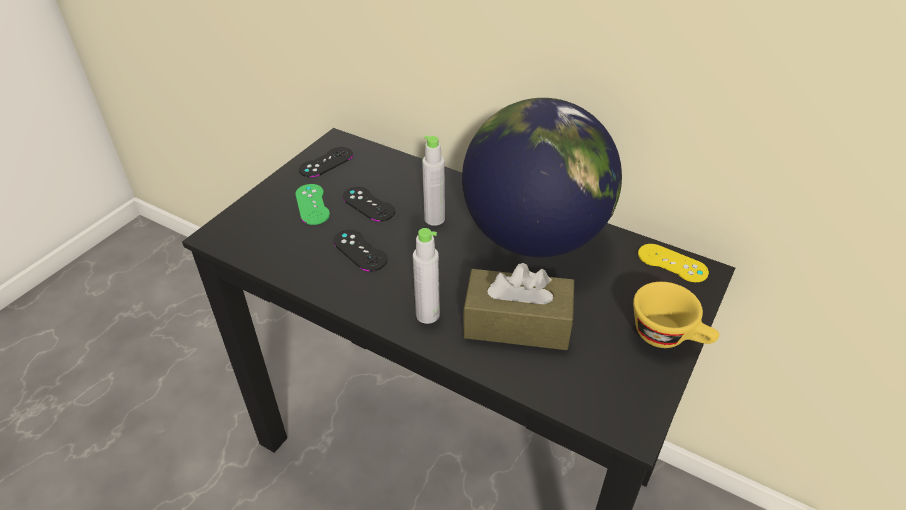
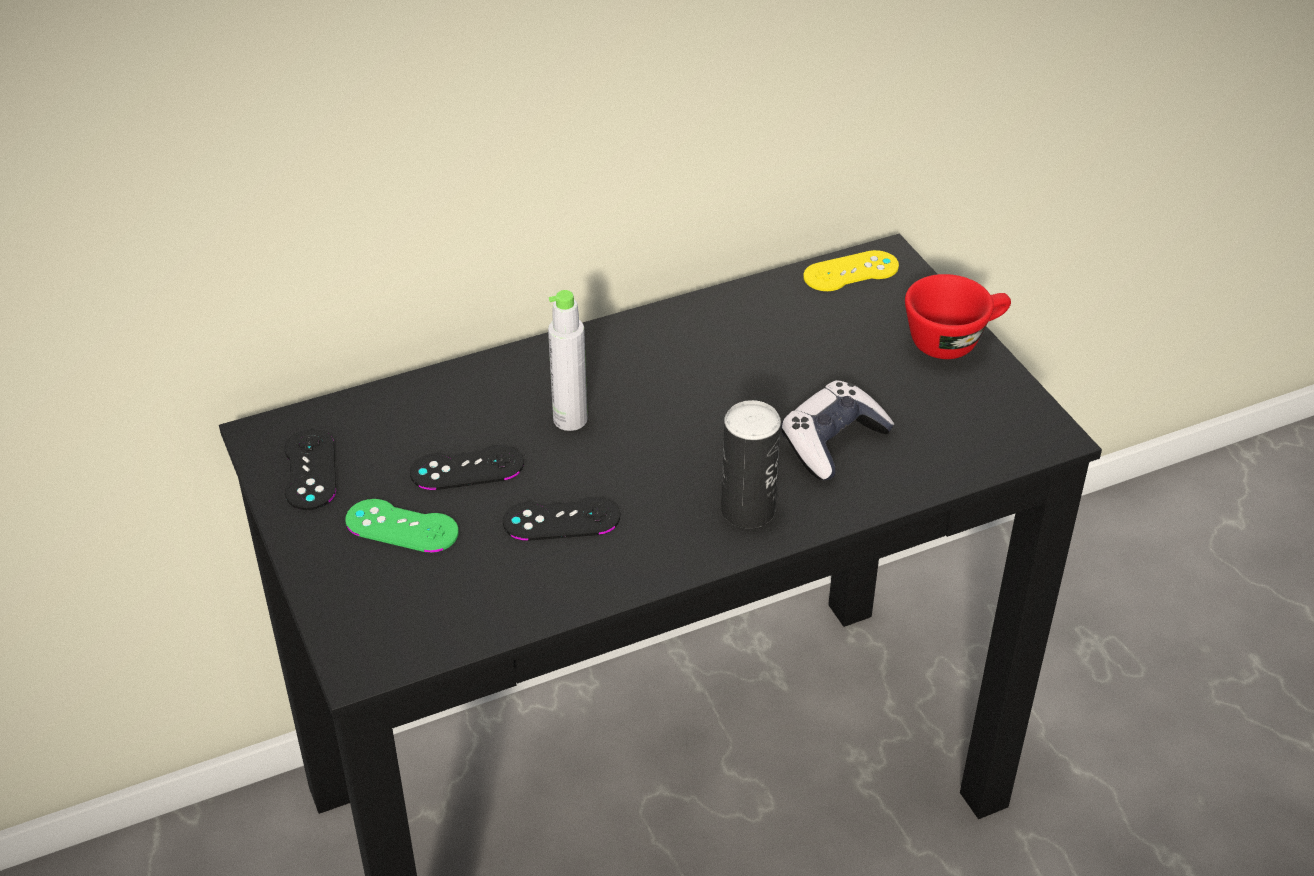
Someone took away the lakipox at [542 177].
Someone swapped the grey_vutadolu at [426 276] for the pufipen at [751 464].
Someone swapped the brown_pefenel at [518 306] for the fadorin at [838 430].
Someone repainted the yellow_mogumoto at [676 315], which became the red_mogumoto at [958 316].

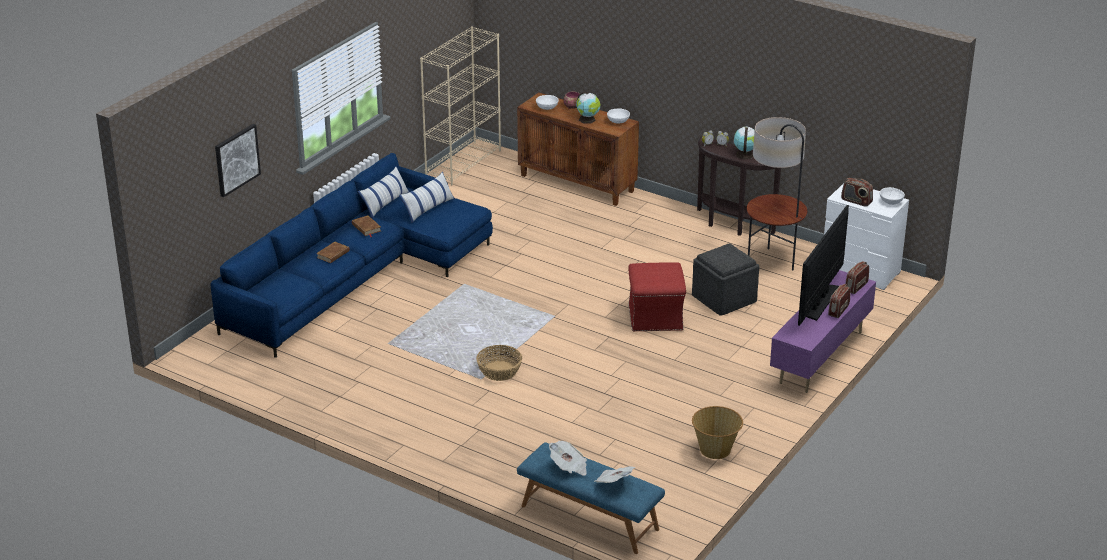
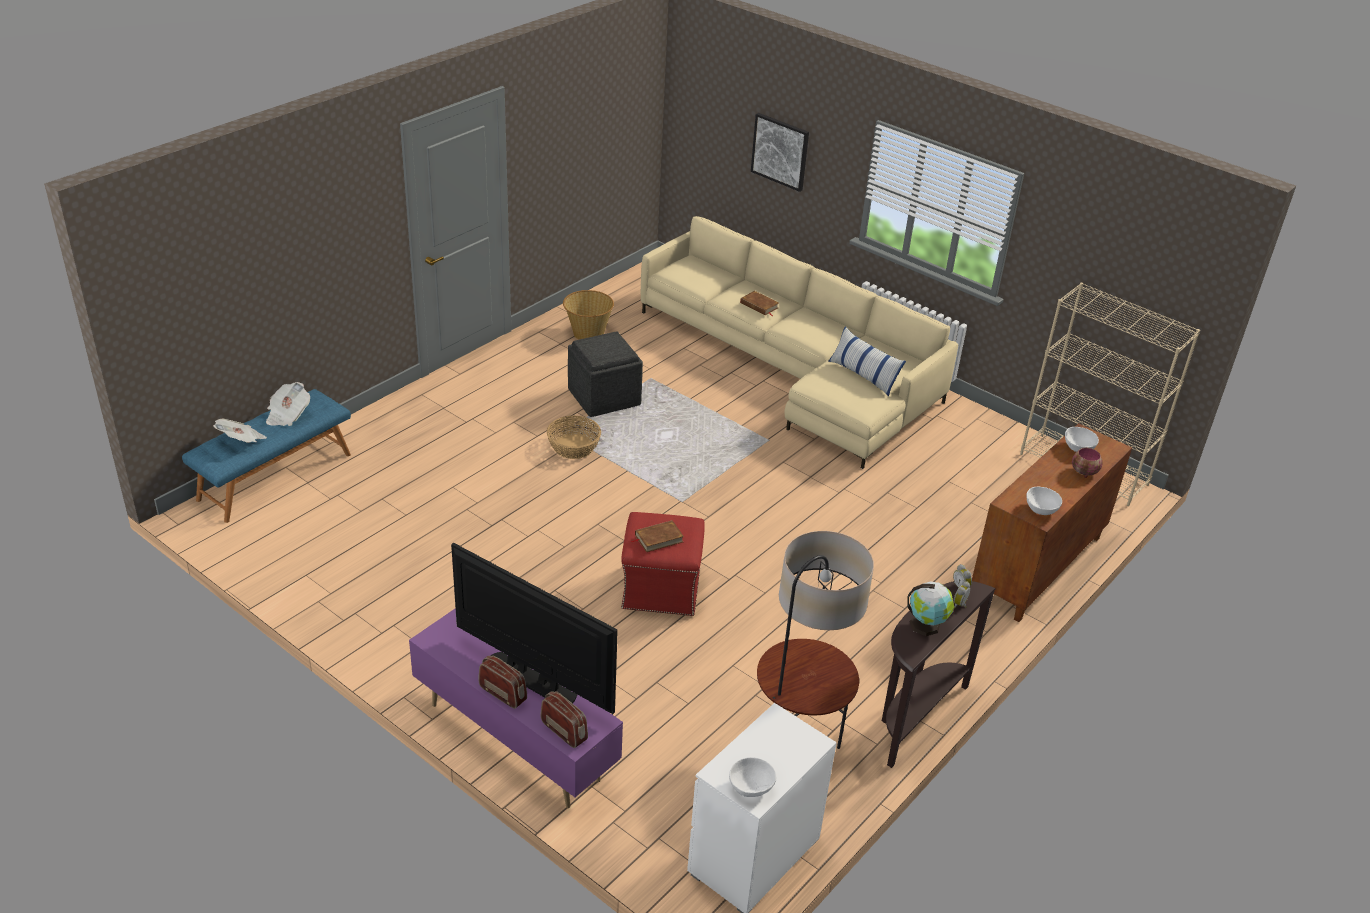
Someone took away the lakipox at [588 107].
Someone repainted the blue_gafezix at [351 255], which became the beige_gafezix at [799 342].
Someone took away the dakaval at [383 192].
Someone took away the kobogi at [857 192].
Someone carried the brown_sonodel from [366 226] to [657 536].
Someone carried the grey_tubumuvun from [725 279] to [605 374].
Someone carried the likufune from [717 432] to [588 315].

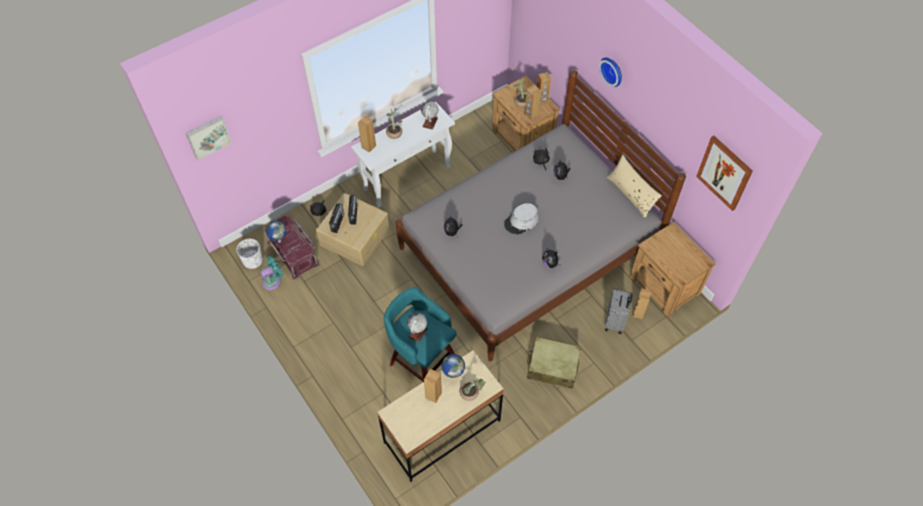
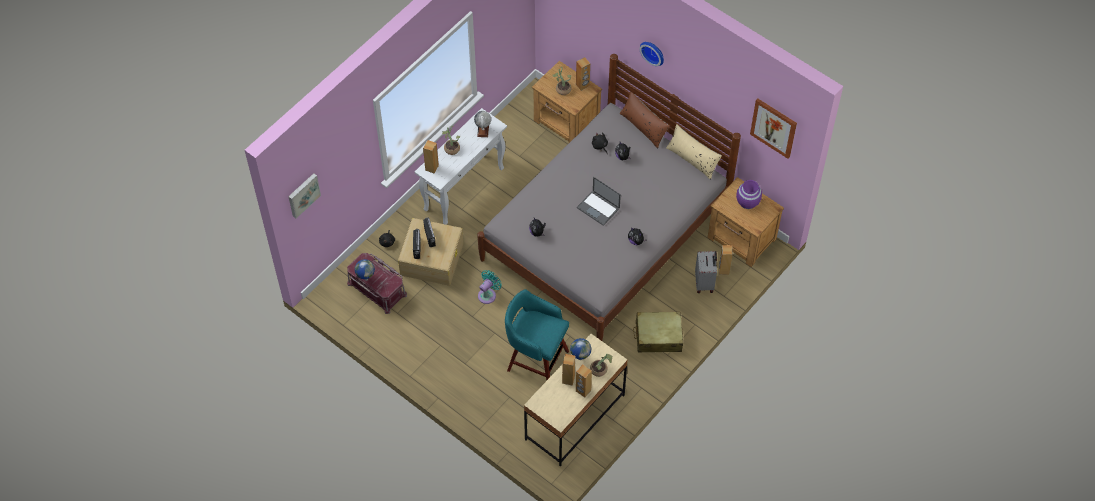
Someone carried the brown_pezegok from [533 102] to [584 381].
Someone swapped the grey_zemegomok at [521 218] for the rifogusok at [599 201].
Someone took away the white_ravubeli at [249 254].
Someone carried the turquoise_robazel from [271 273] to [490 287].
Someone took away the lakipox at [417 327].
Someone put down the brown_dakaval at [645 120].
Someone put down the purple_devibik at [749 194].

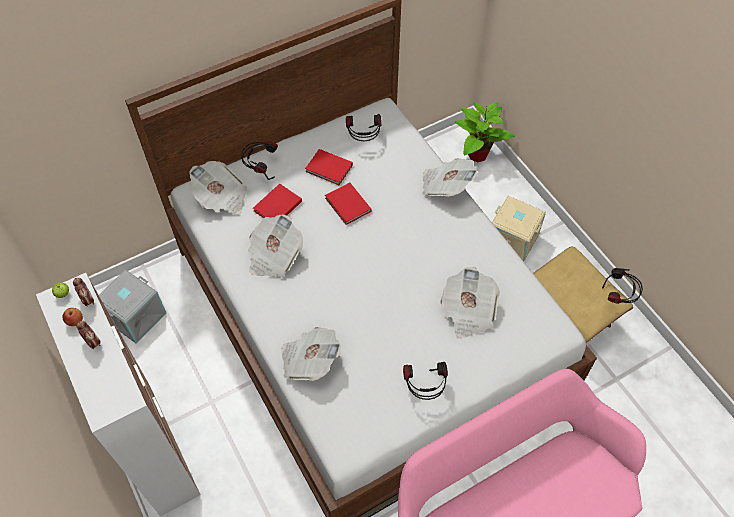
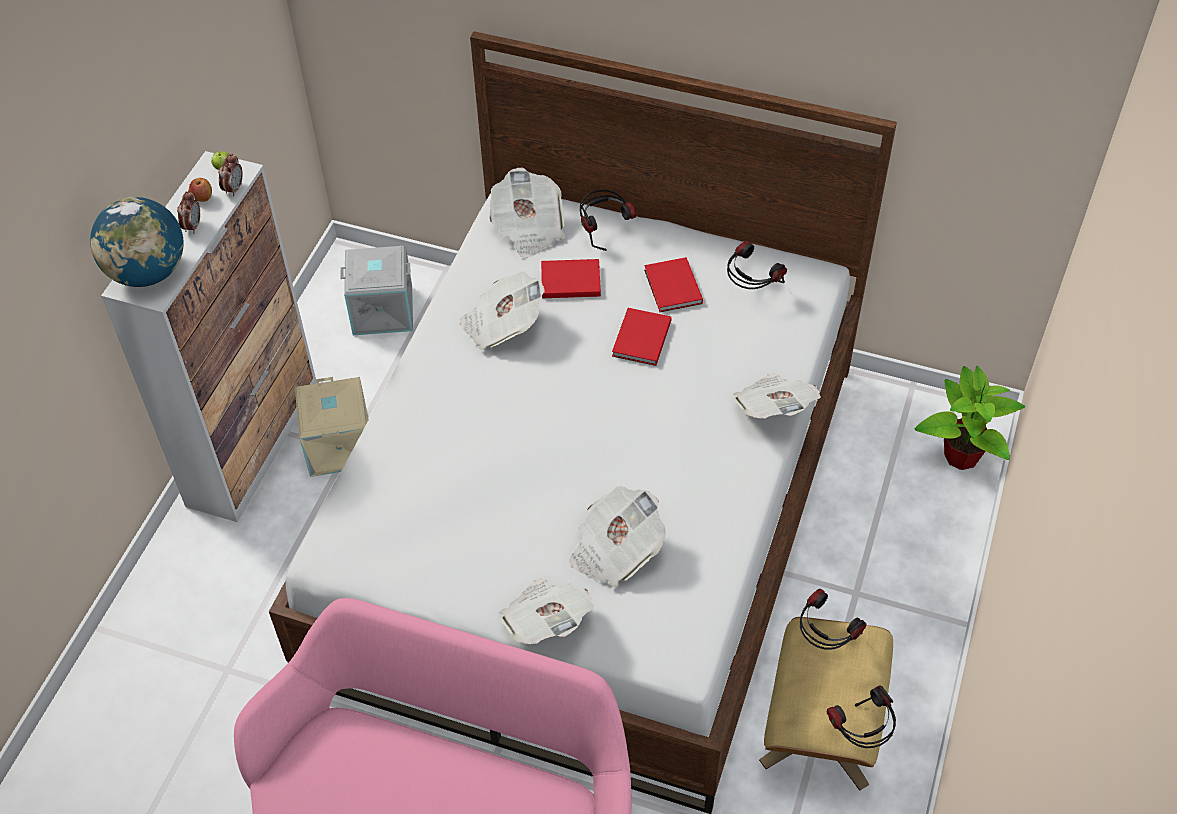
Someone carried the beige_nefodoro from [519 228] to [332 427].
Someone carried the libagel from [311 354] to [546 611].
Someone carried the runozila from [425 381] to [833 619].
Someone put down the lakipox at [137 242].

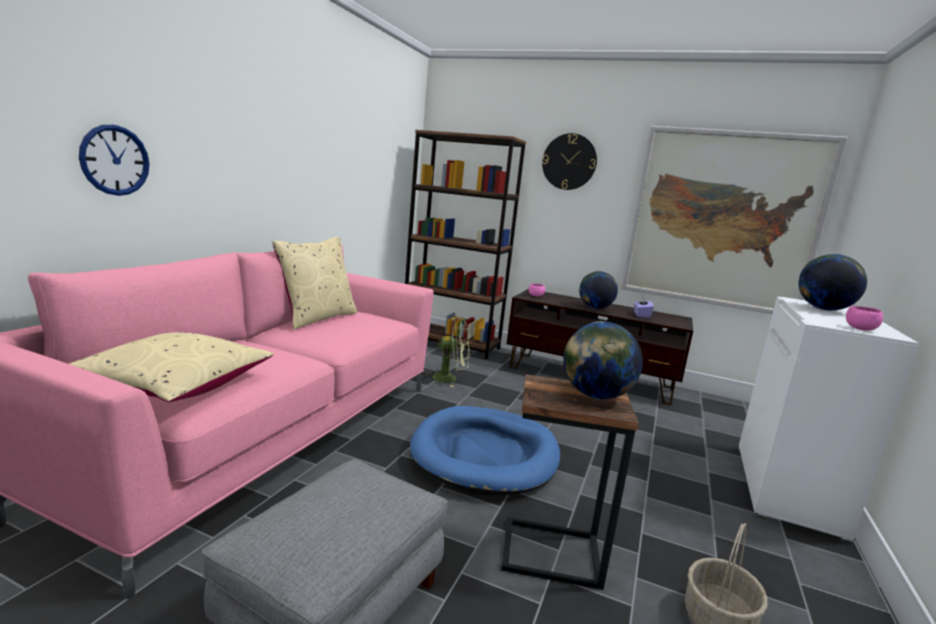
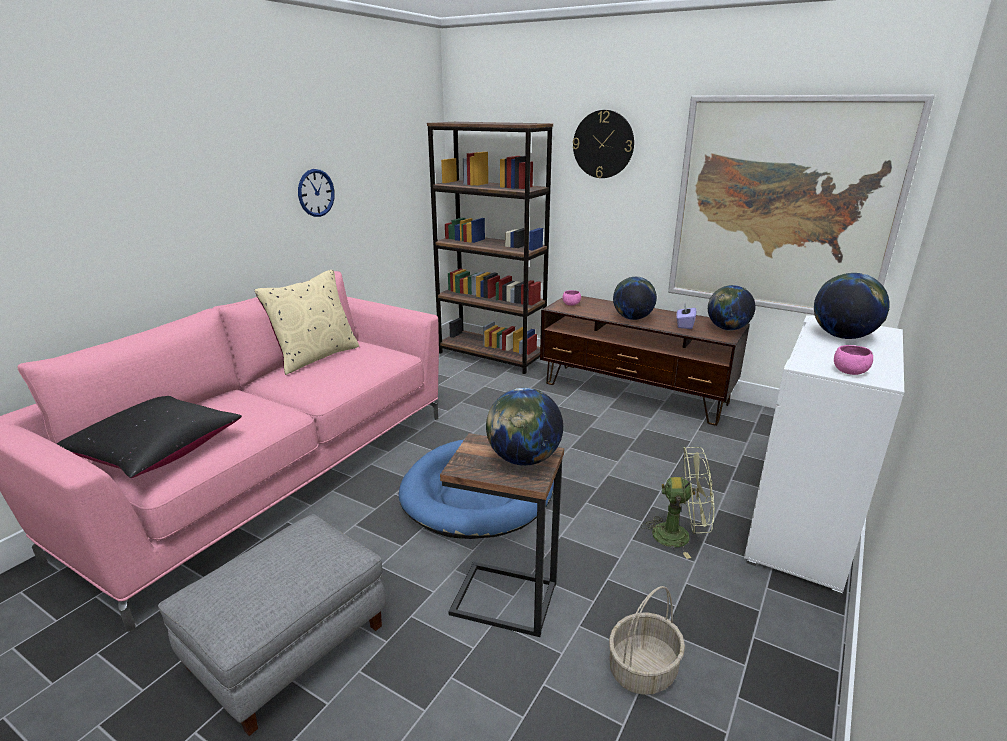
Someone carried the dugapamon from [114 160] to [316 193].
Someone carried the green_robazel from [448 352] to [677 503].
Someone repainted the beige_dakaval at [171 367], which became the black_dakaval at [149 437].
Someone put down the lakipox at [731 308].

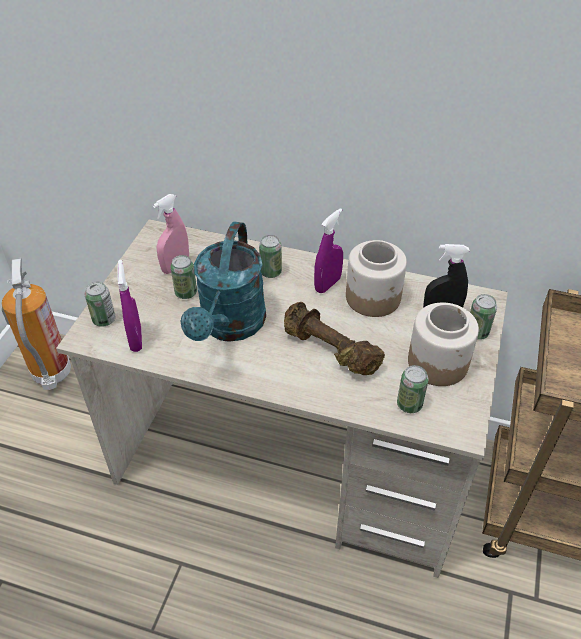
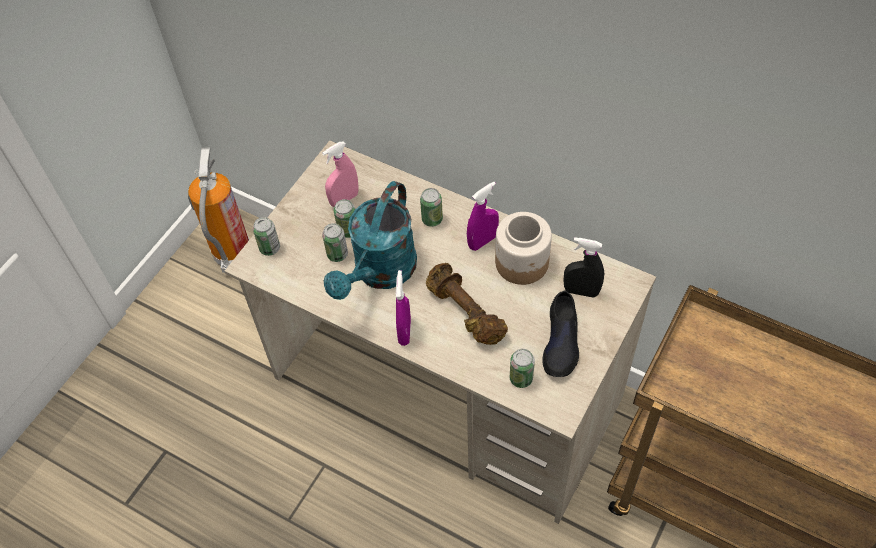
Someone carried the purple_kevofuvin from [129 306] to [403 308].
Someone carried the pufipen from [483 317] to [335 242].
Someone swapped the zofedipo at [443 344] for the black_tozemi at [560 333].

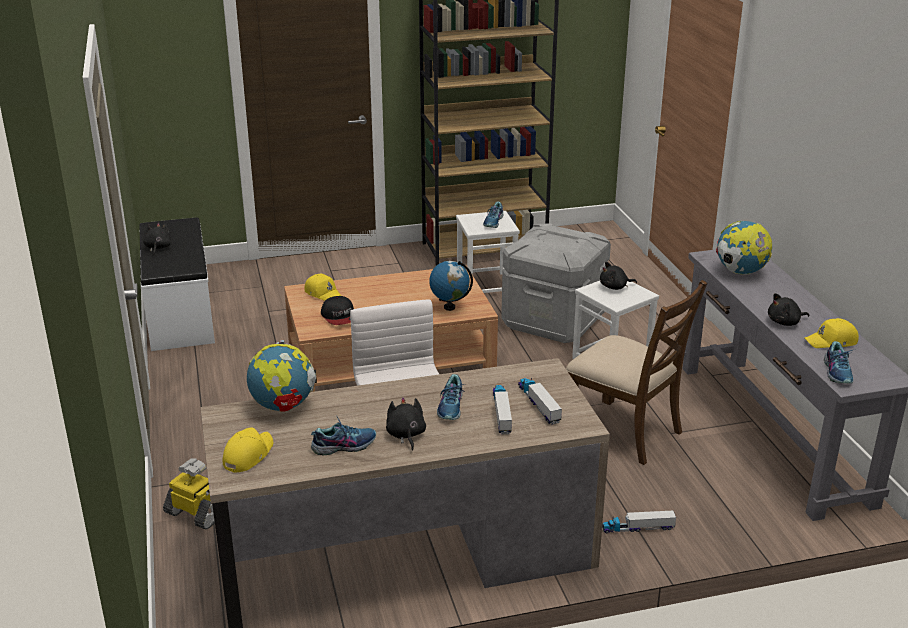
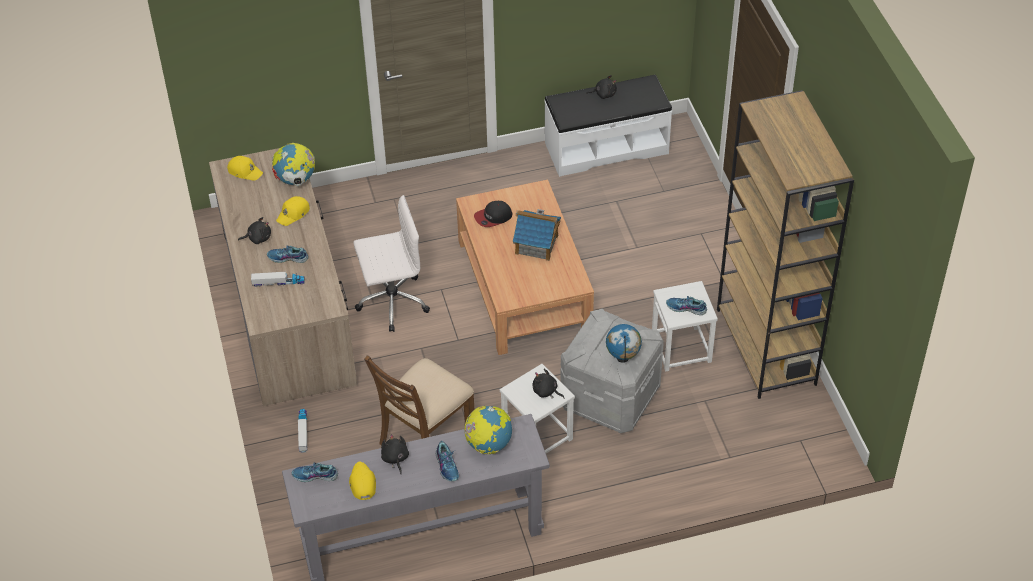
Someone carried the lakipox from [451 286] to [624 343].
Someone rotated the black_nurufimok at [618 276] by 45 degrees counterclockwise.
Someone carried the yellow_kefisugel from [323 287] to [293 211].
Someone took away the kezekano at [540 401].
Someone carried the tozemi from [343 435] to [447 461].
Someone took away the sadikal at [189 494].
Someone put down the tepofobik at [537 235].

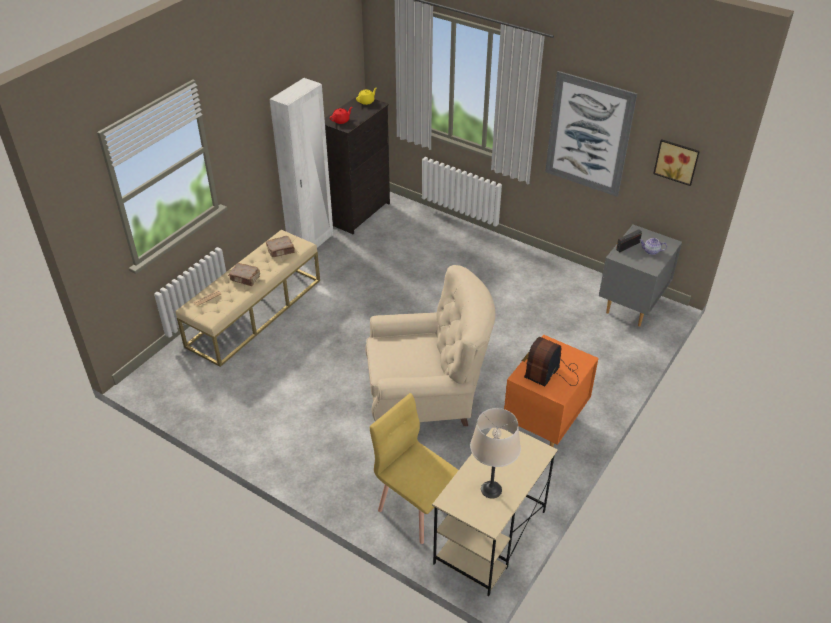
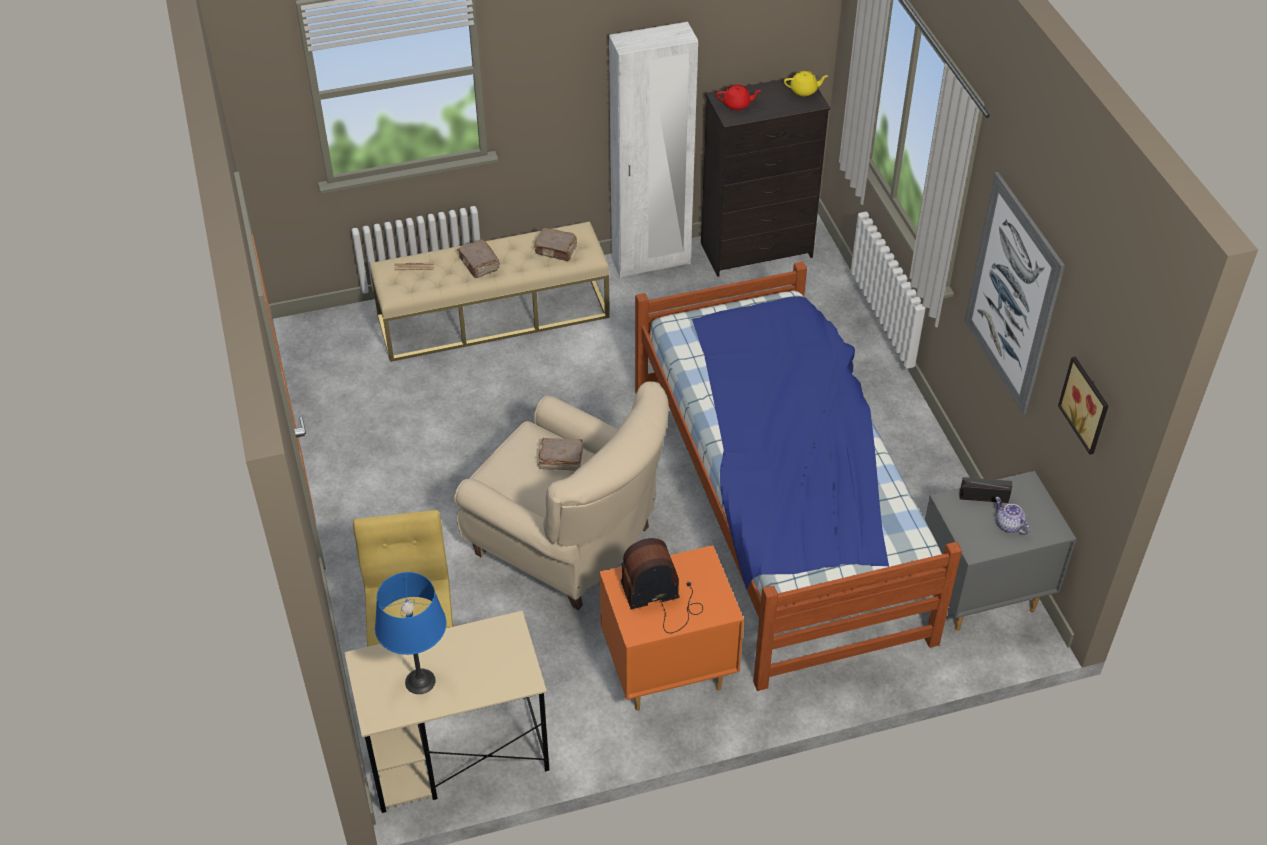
Someone repainted the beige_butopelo at [495 453], which became the blue_butopelo at [410 633].
Someone put down the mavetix at [798 476].
Someone put down the brown_sonodel at [560 454].

